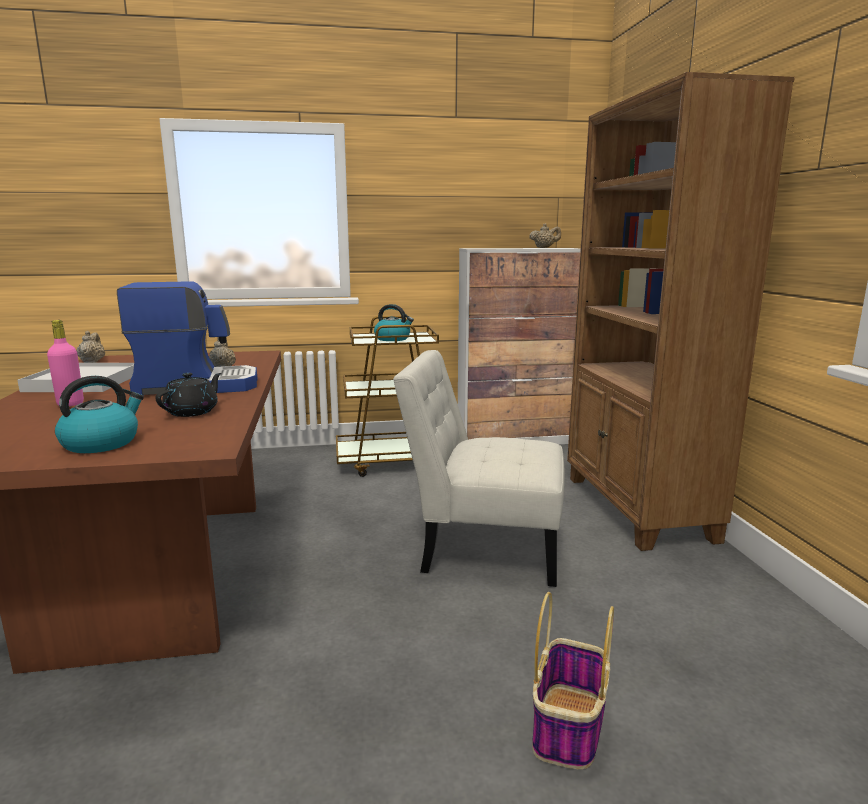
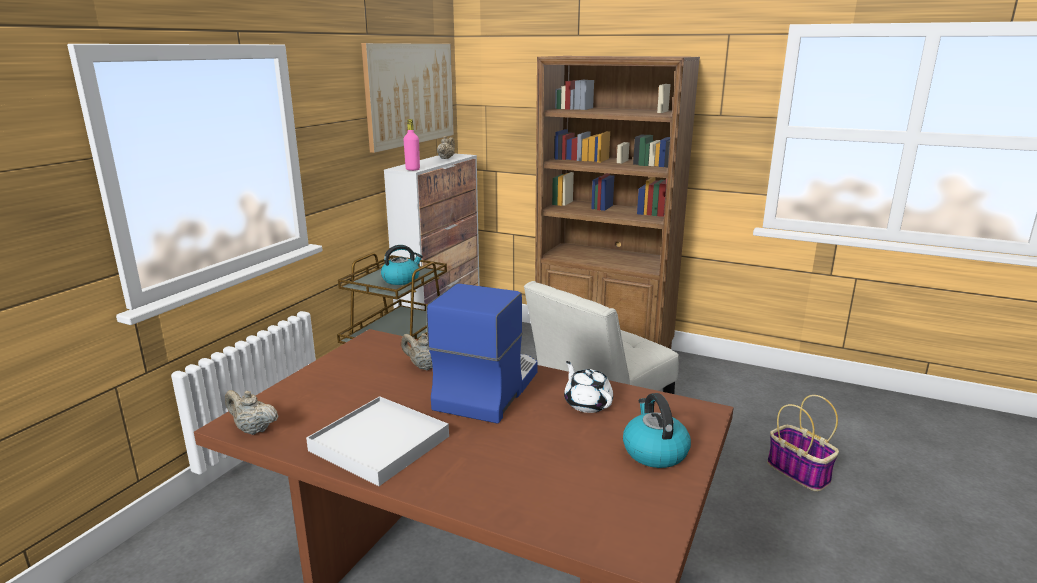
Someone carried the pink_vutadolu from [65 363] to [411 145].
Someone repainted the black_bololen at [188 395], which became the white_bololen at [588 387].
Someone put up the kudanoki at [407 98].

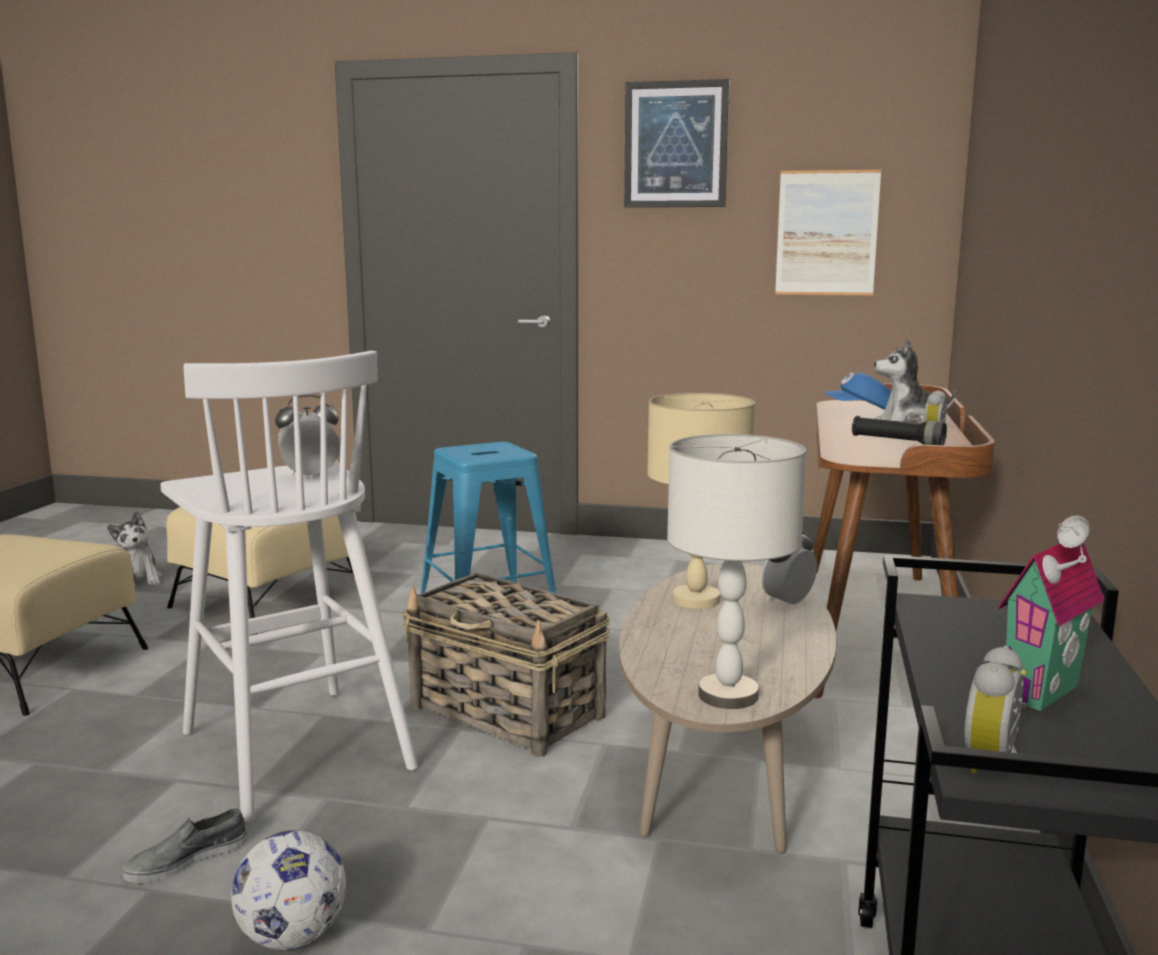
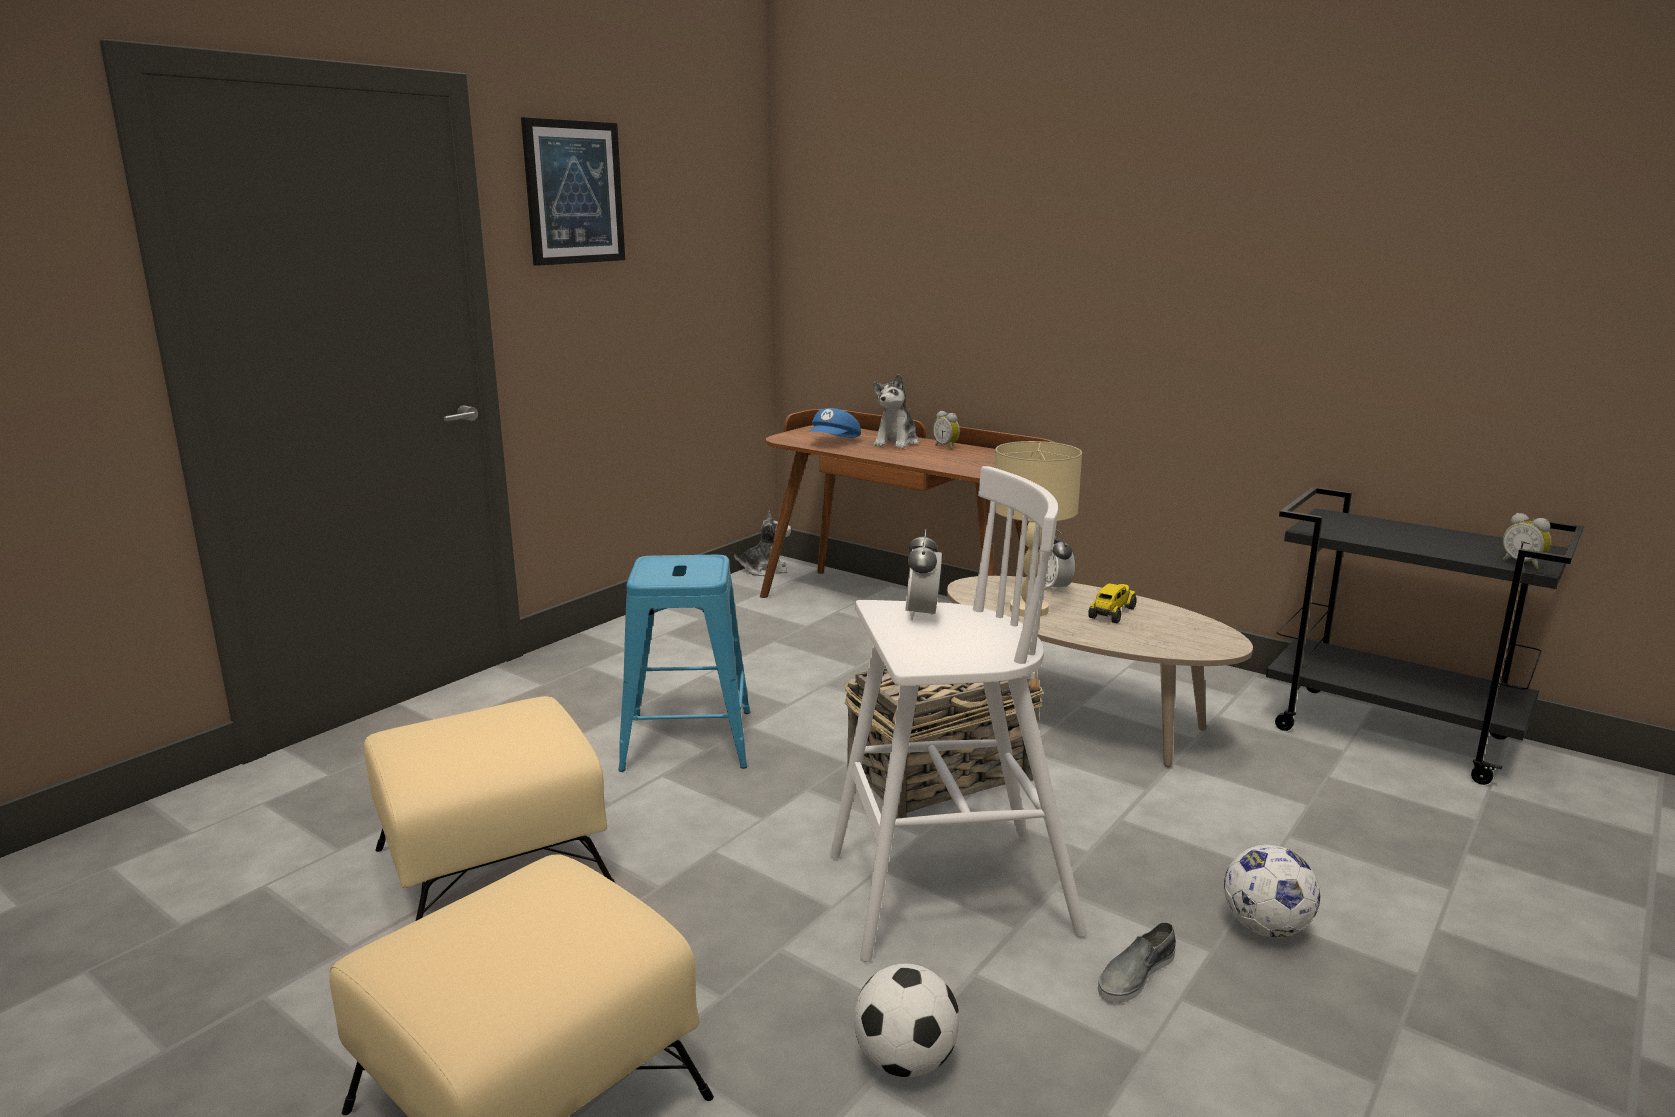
Someone took away the kudanoki at [828 232].
Someone took away the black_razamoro at [899 430].
Someone took away the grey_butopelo at [736 571].
Someone carried the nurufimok from [134 549] to [762 543].
Someone took away the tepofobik at [1051 613].
Someone rotated the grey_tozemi at [185 845] by 60 degrees clockwise.
Someone put down the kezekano at [1112 603].
Someone put down the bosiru at [906 1021].

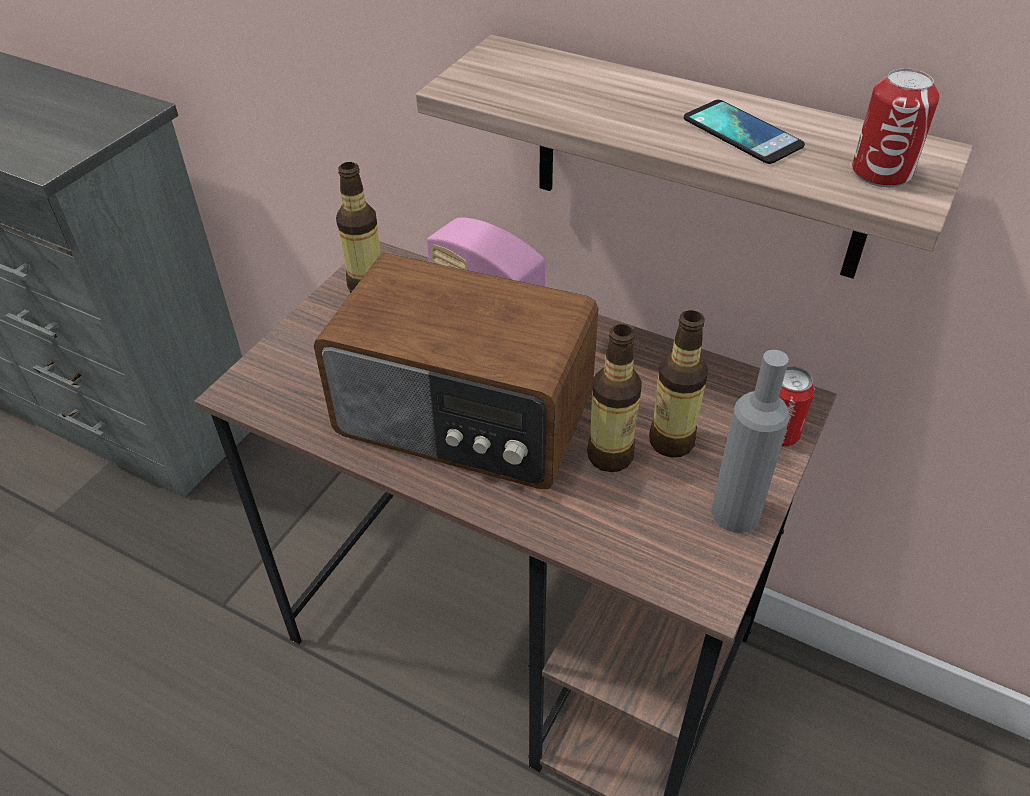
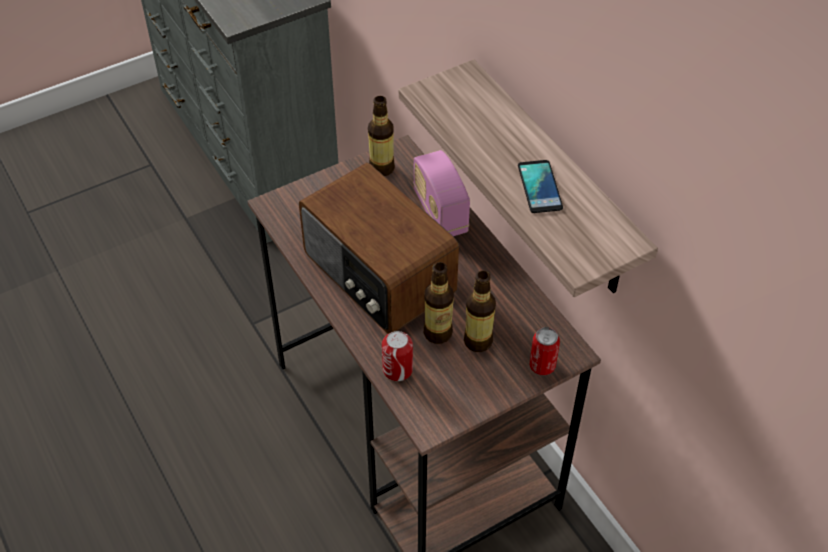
Someone carried the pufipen from [895 127] to [397 356].
Someone took away the grey_vutadolu at [750 441].

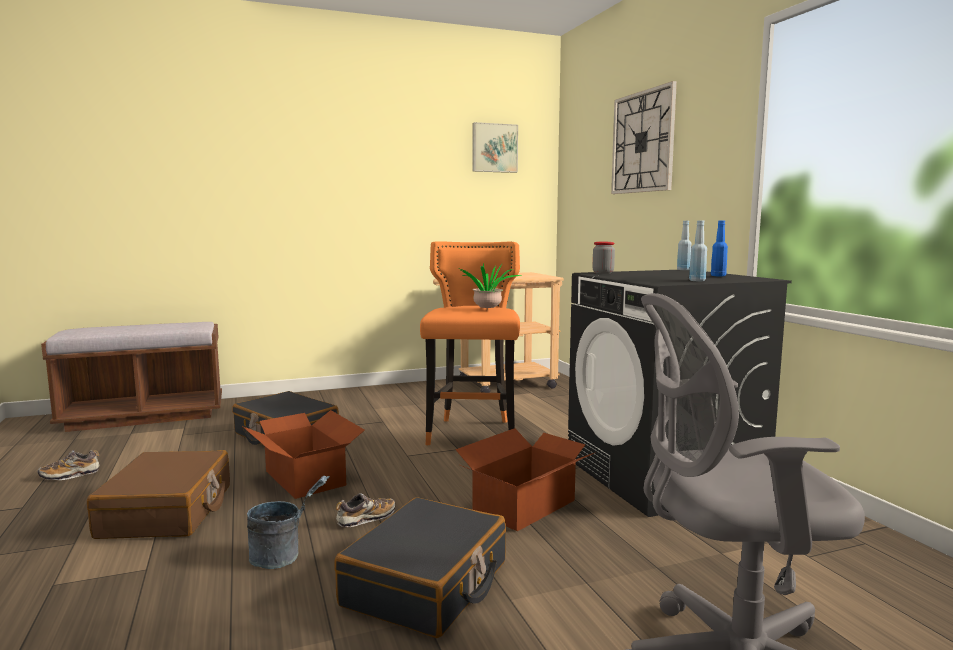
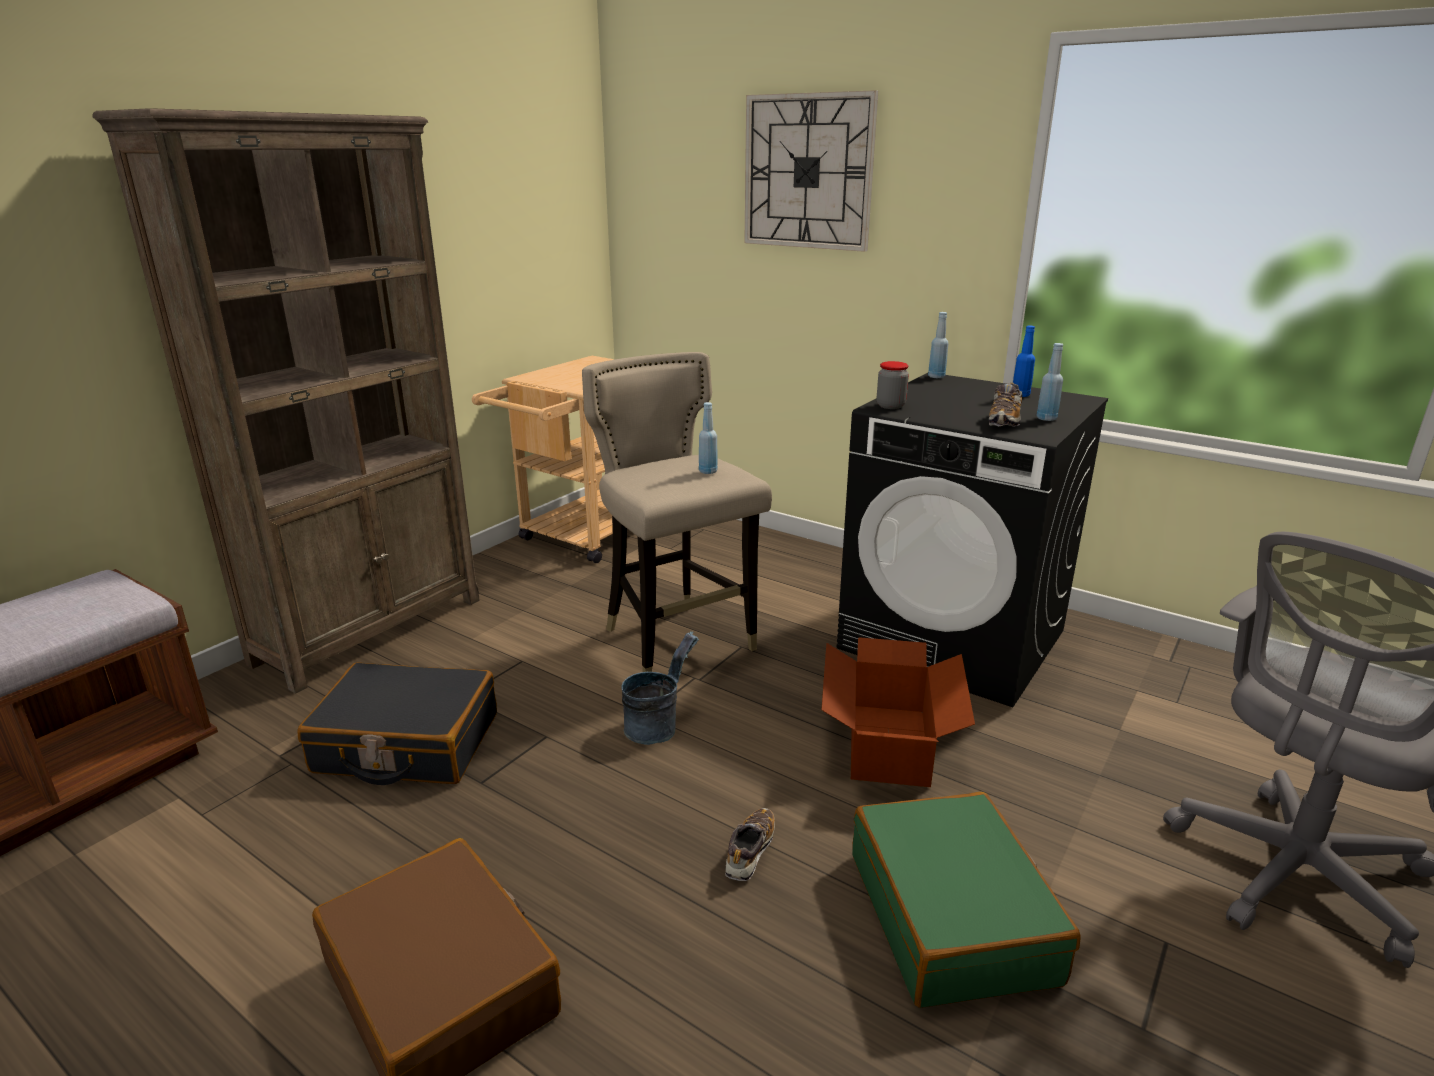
Someone took away the kudanoki at [495 147].
Someone repainted the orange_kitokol at [470 343], which became the beige_kitokol at [677 512].
Someone swapped the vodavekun at [491 286] for the blue_vutadolu at [708 438].
Someone took away the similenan at [303 454].
Someone carried the tozemi from [68 465] to [1005 405].
Someone carried the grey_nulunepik from [288 522] to [660 688].
Someone repainted the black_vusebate at [420 567], which became the green_vusebate at [966 900].
Someone put down the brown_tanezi at [286 401].

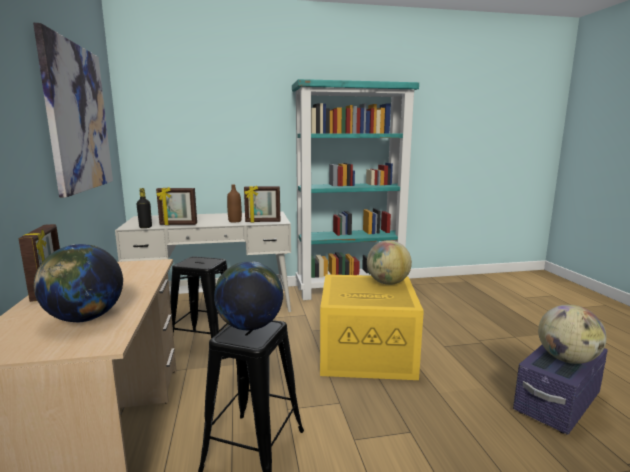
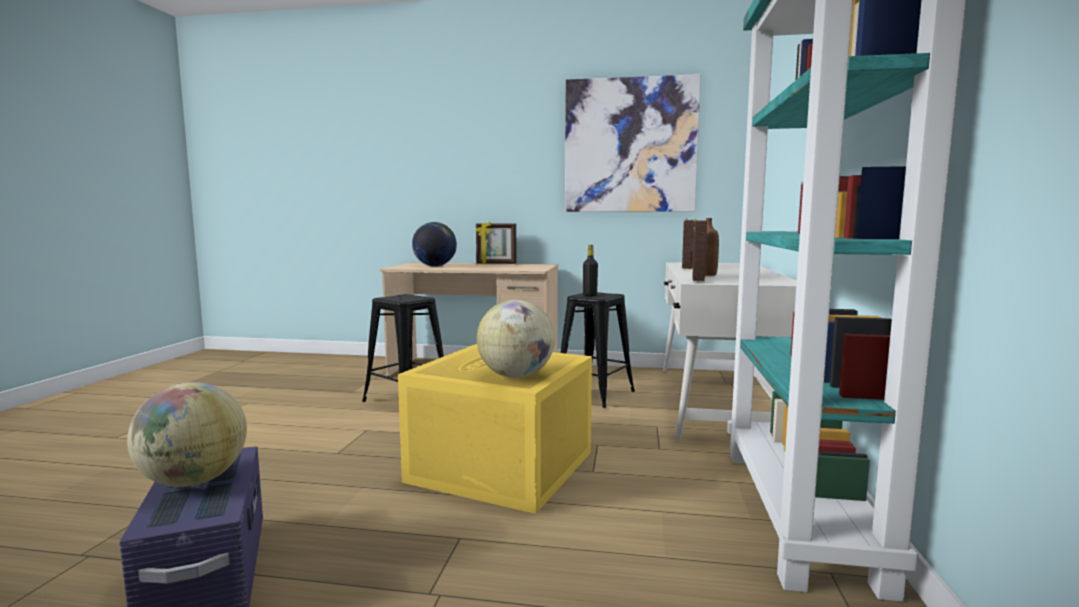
Someone carried the black_vutadolu from [144 208] to [590 270].
Someone took away the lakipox at [249 295].

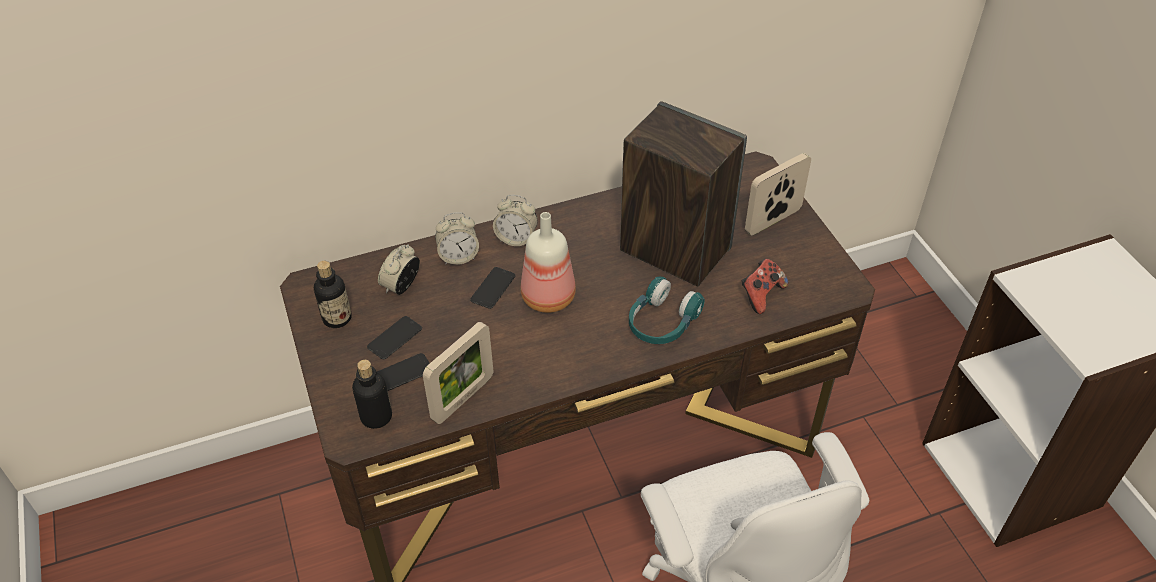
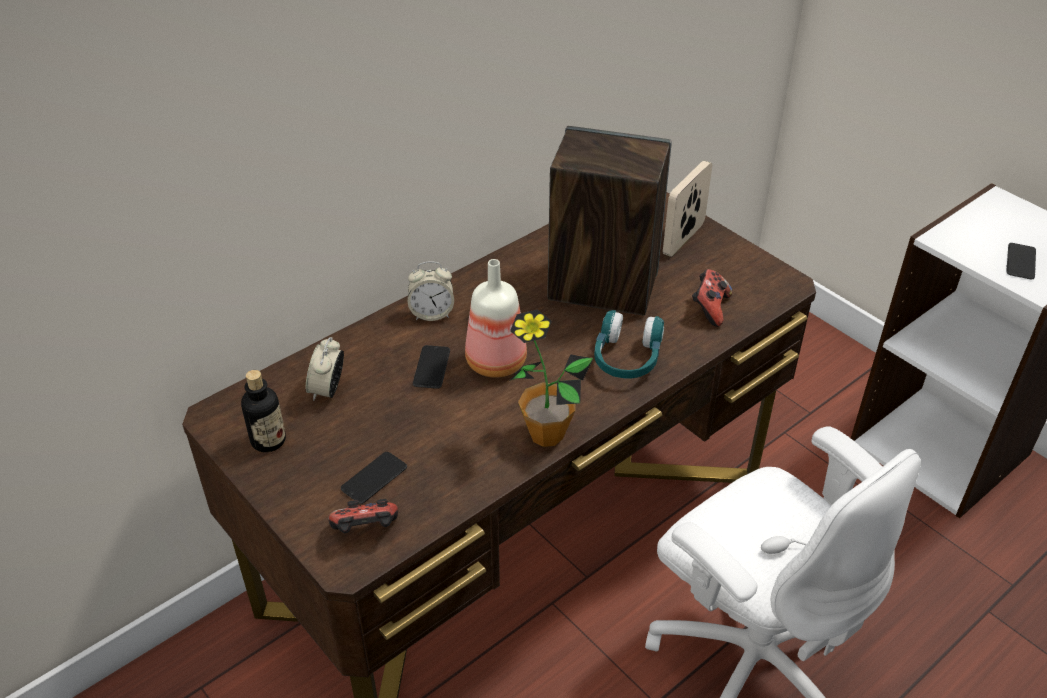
Someone took away the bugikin at [457 238].
Someone carried the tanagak from [394 337] to [1021 261].
Someone took away the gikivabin at [458 373].
Someone swapped the vutadolu at [372 394] for the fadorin at [363 516].
Someone put down the vodavekun at [550 378].

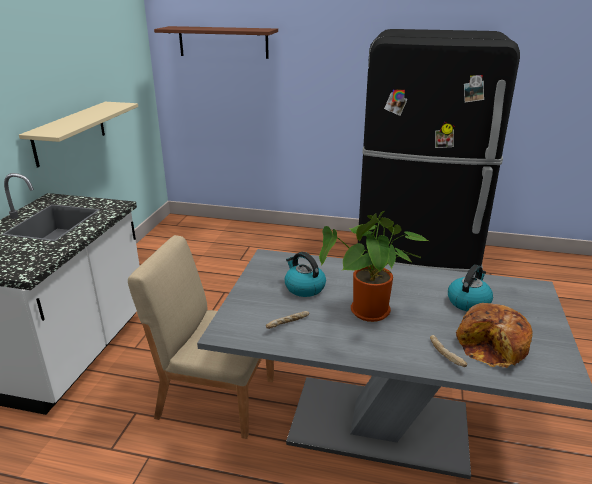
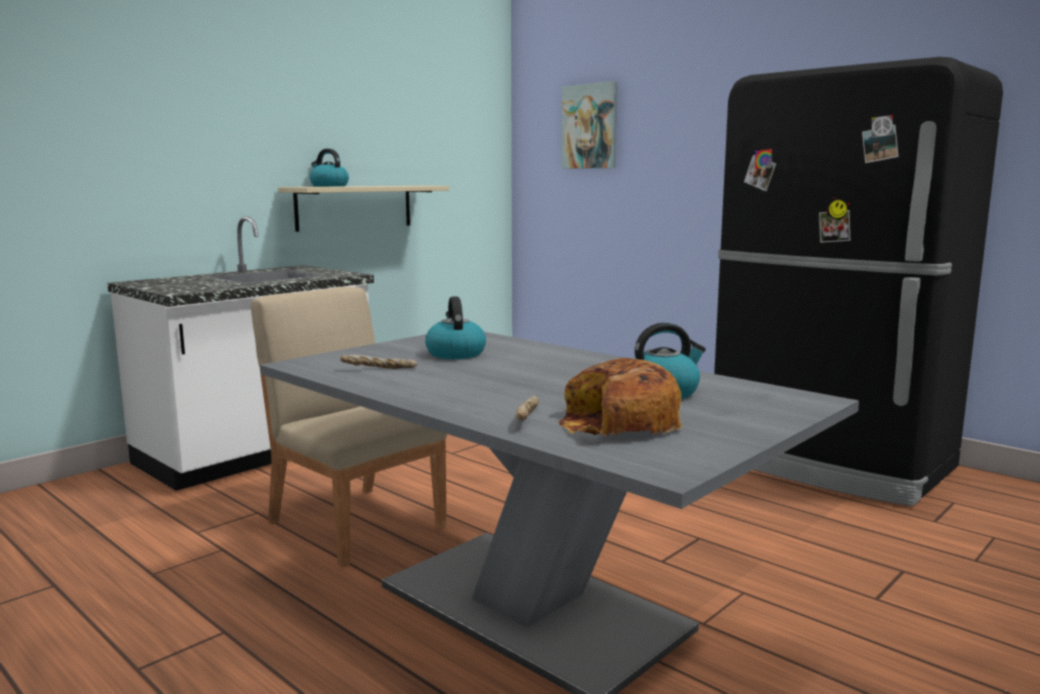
Someone swapped the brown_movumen at [216 42] for the kudanoki at [589 125].
Someone took away the vodavekun at [373 266].
Someone put down the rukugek at [329 168].

